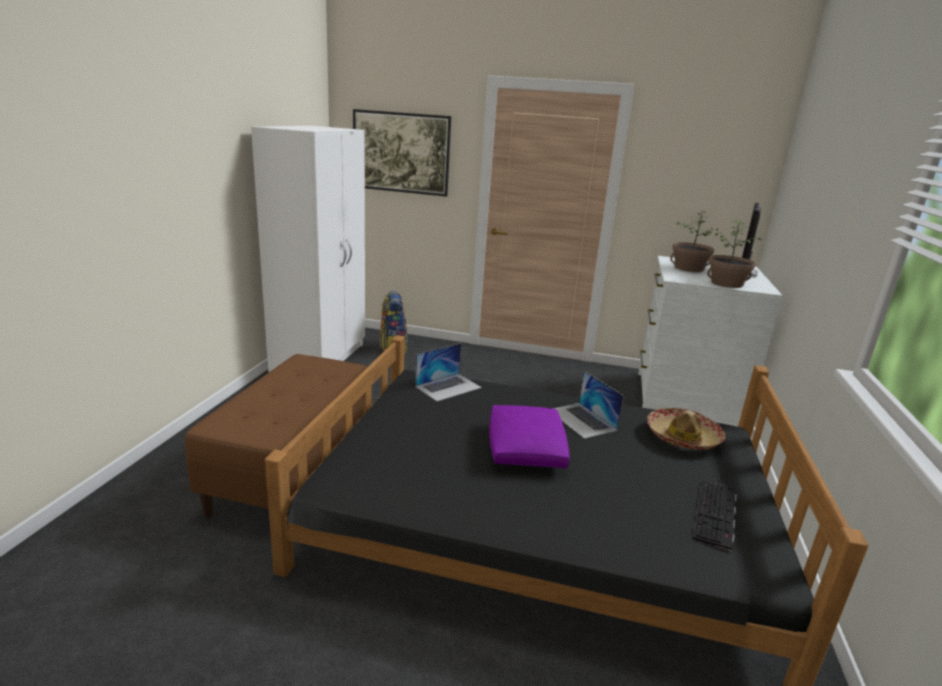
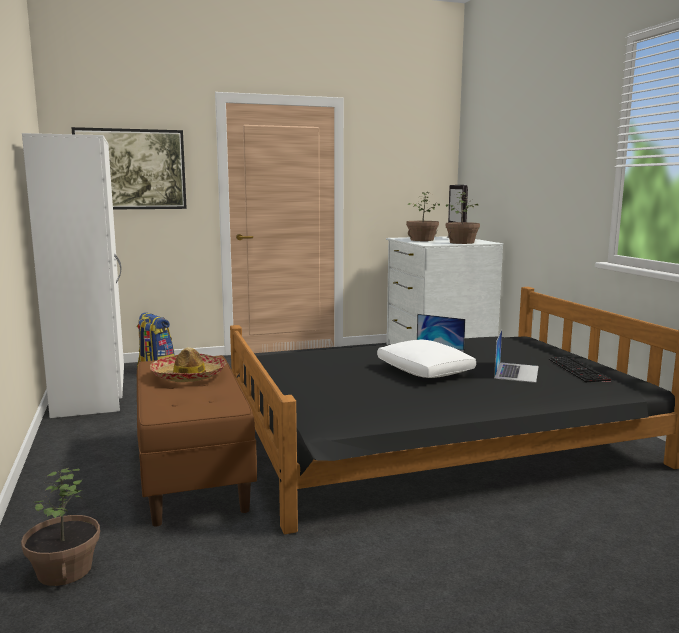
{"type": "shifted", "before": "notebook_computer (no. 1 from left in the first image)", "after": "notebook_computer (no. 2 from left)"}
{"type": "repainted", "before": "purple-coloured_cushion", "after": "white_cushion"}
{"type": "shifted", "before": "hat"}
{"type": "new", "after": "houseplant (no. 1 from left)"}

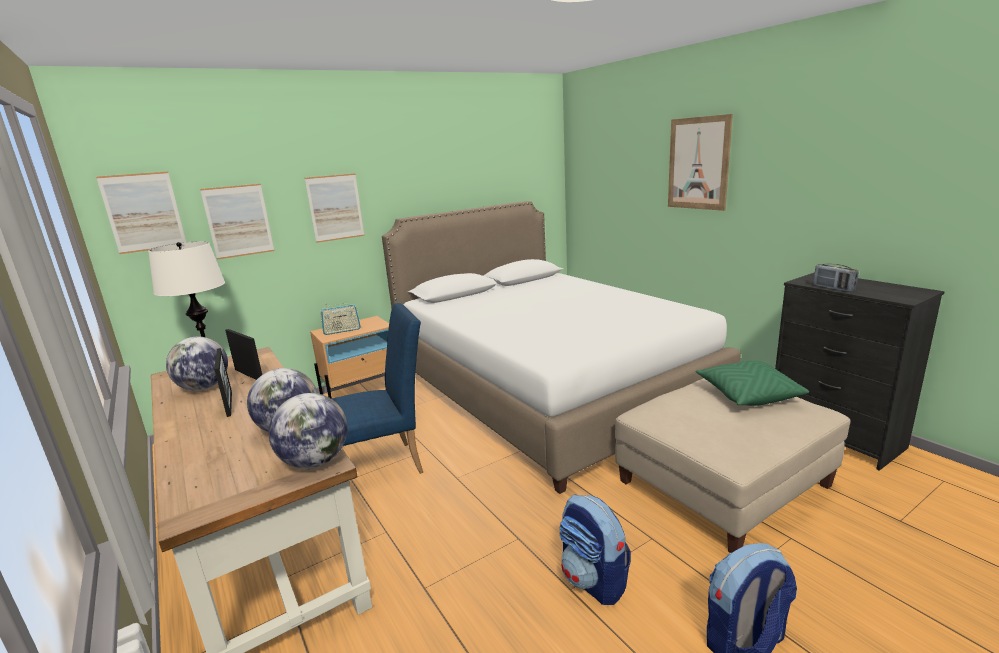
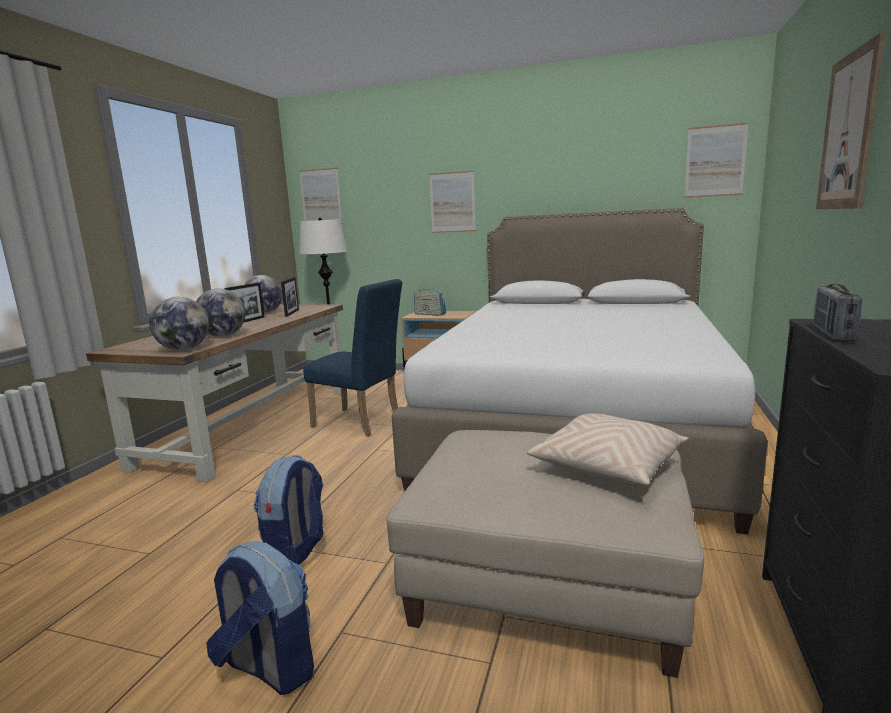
{"type": "shifted", "before": "picture (no. 2 from left in the first image)", "after": "picture (no. 3 from left)"}
{"type": "repainted", "before": "green-coloured_cushion", "after": "beige_cushion"}

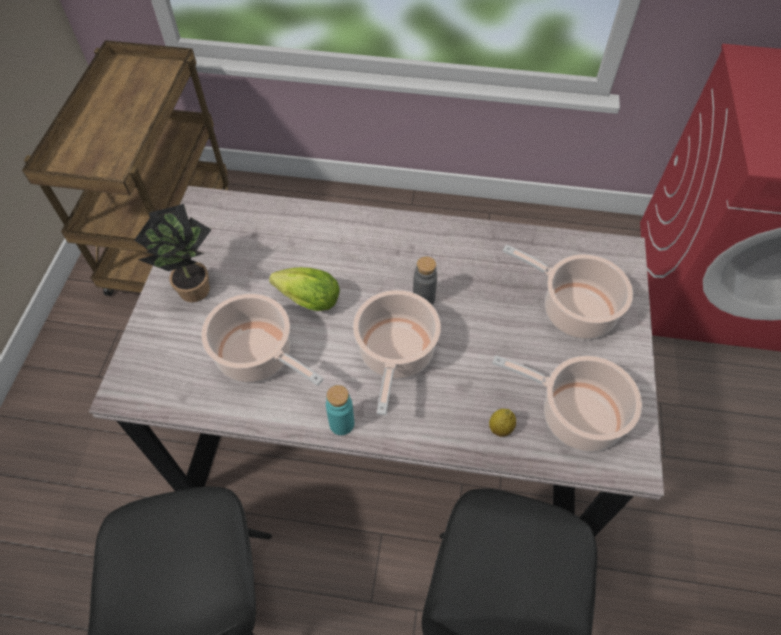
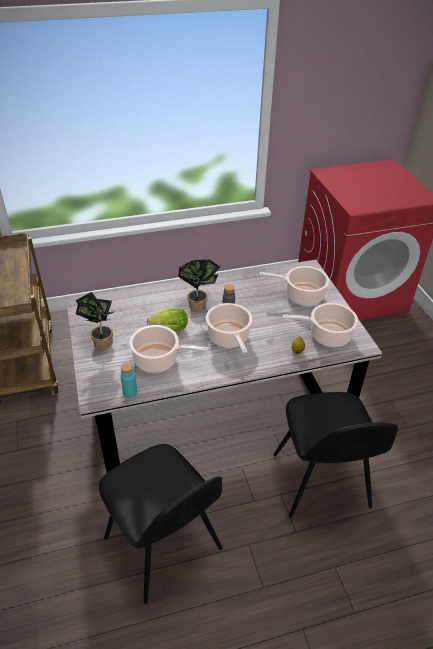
{"type": "shifted", "before": "blue-green_drink_bottle"}
{"type": "new", "after": "houseplant (no. 2 from left)"}

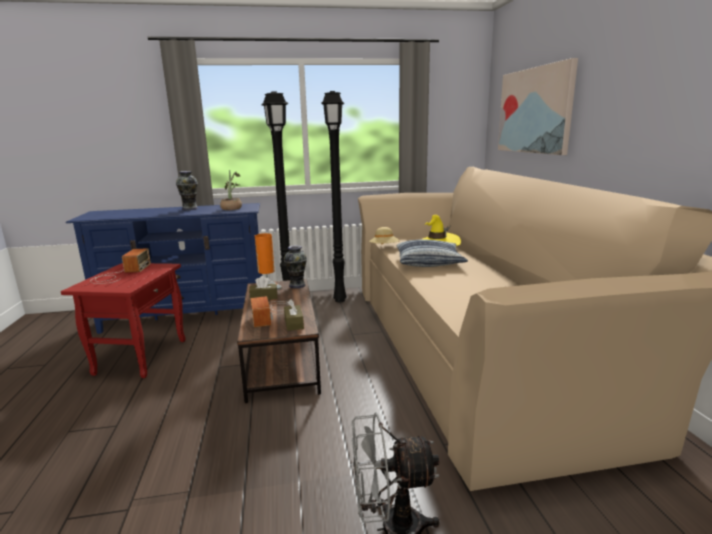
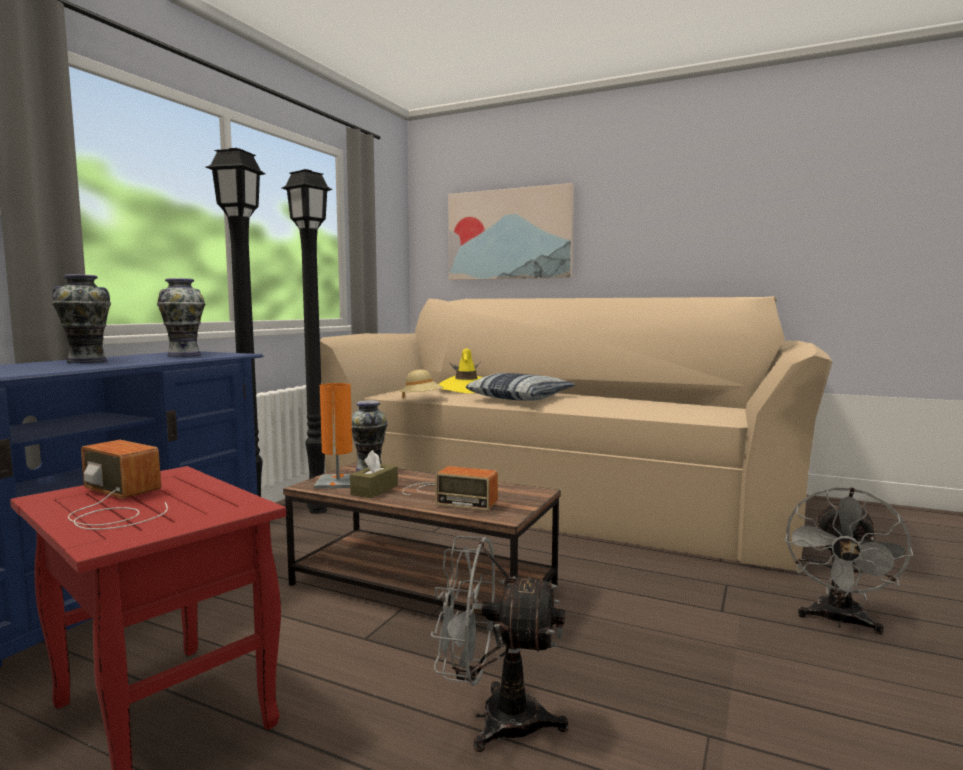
{"type": "swapped", "before": "houseplant", "after": "decorative_vase (no. 2 from left)"}
{"type": "gone", "before": "brown_tissue_holder (no. 2 from left)"}
{"type": "new", "after": "greyish_fan (no. 1 from left)"}

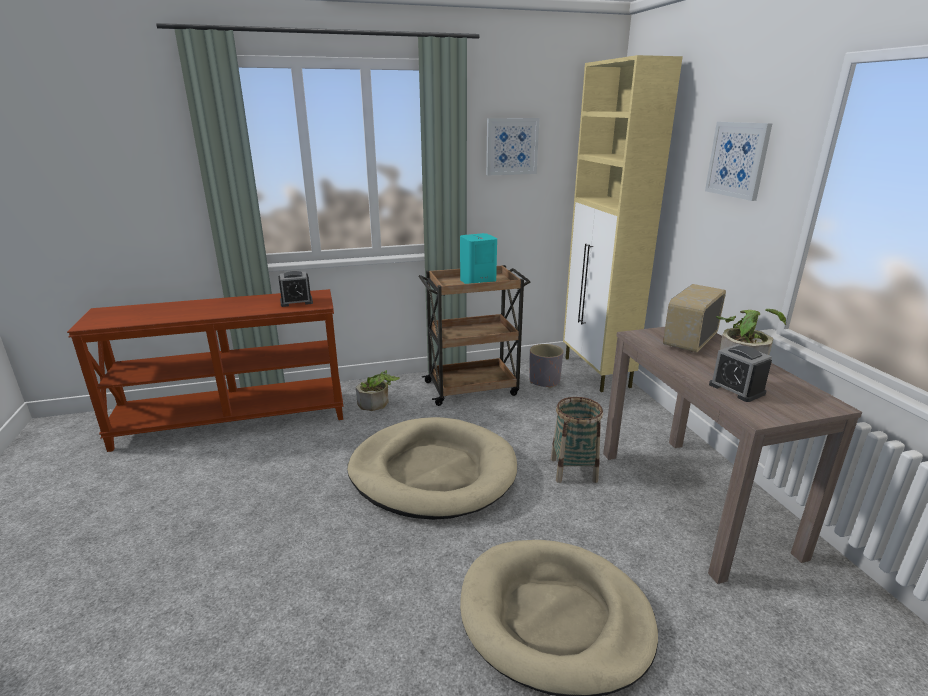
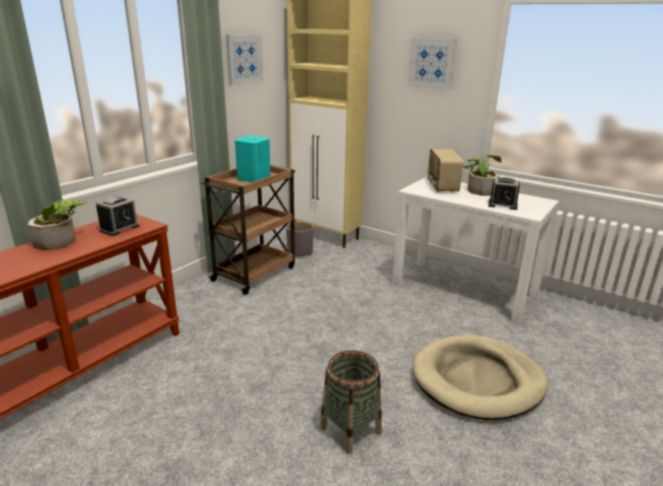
{"type": "gone", "before": "beige_dog_cushion (no. 1 from left)"}
{"type": "shifted", "before": "houseplant (no. 1 from left)"}
{"type": "shifted", "before": "basket"}
{"type": "repainted", "before": "brown_console_table (no. 2 from left)", "after": "white_console_table"}

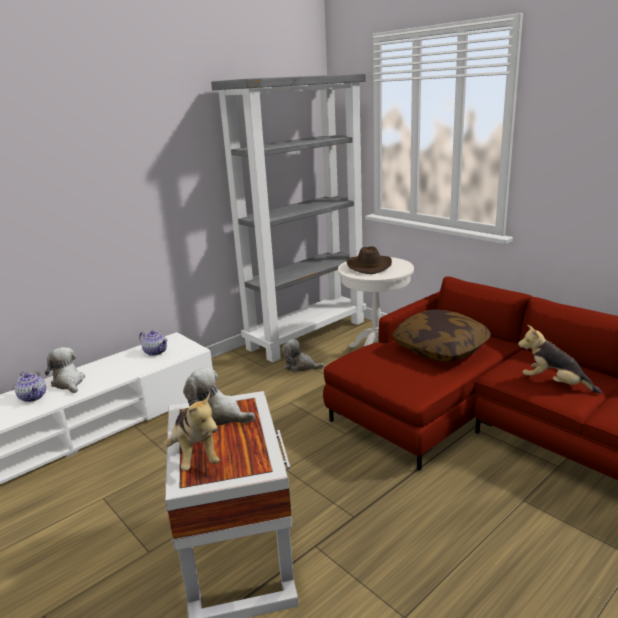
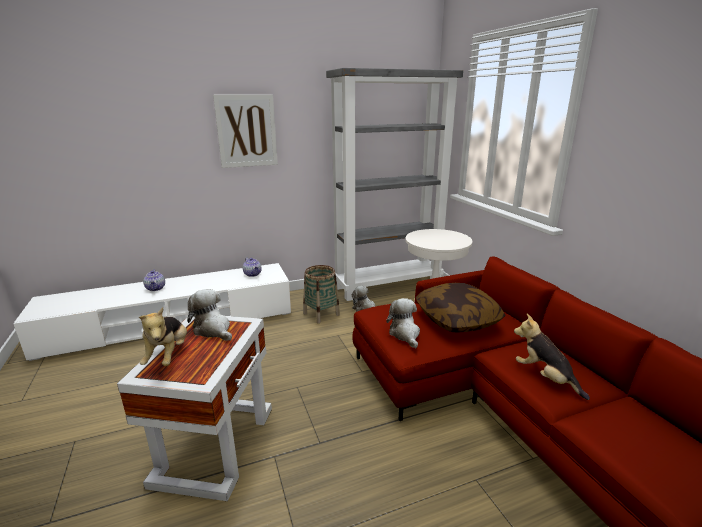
{"type": "shifted", "before": "cuddly_toy (no. 1 from left in the first image)", "after": "cuddly_toy (no. 4 from left)"}
{"type": "gone", "before": "brown_hat"}
{"type": "new", "after": "picture"}
{"type": "new", "after": "basket"}

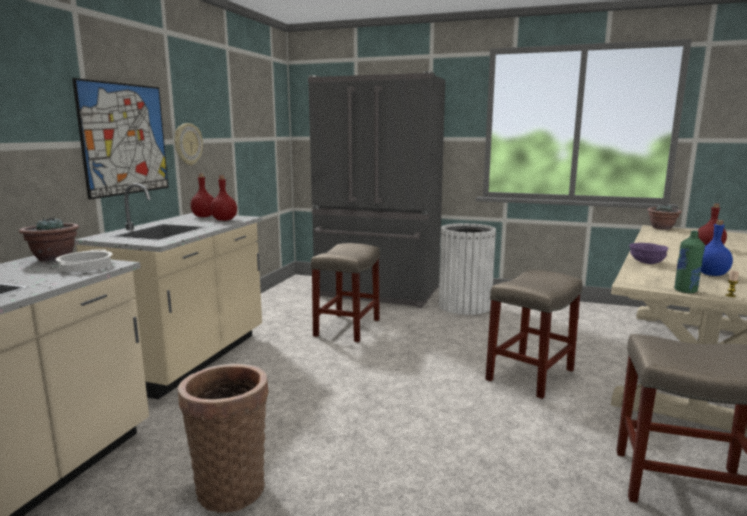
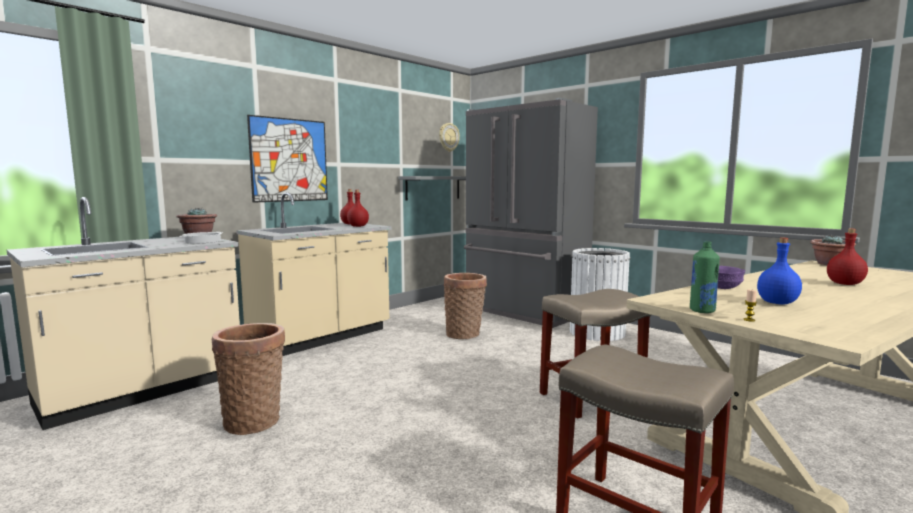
{"type": "shifted", "before": "clock_on_the_wall"}
{"type": "swapped", "before": "beige_stool_seat (no. 1 from left)", "after": "basket (no. 2 from left)"}
{"type": "new", "after": "greyish_shelf"}

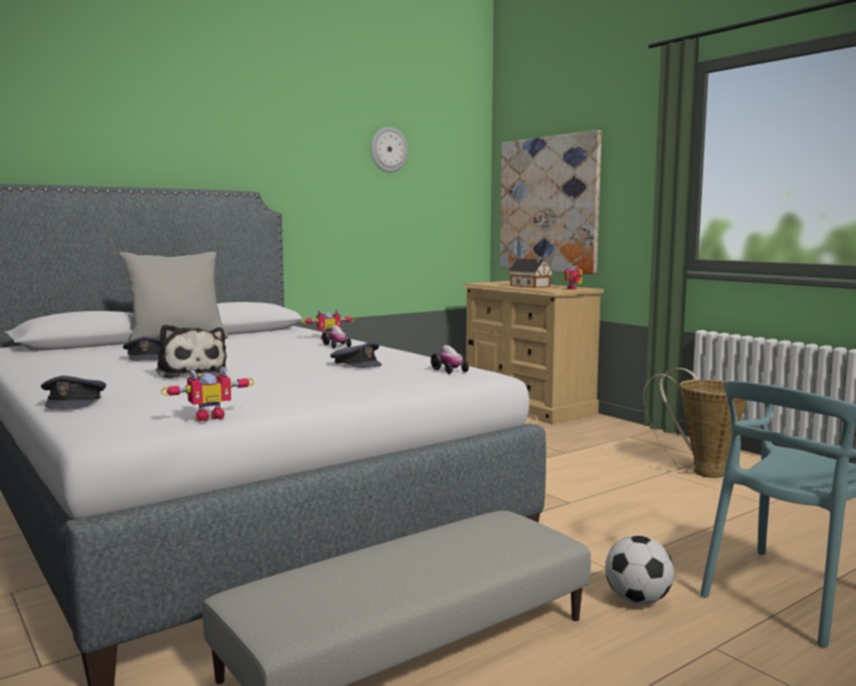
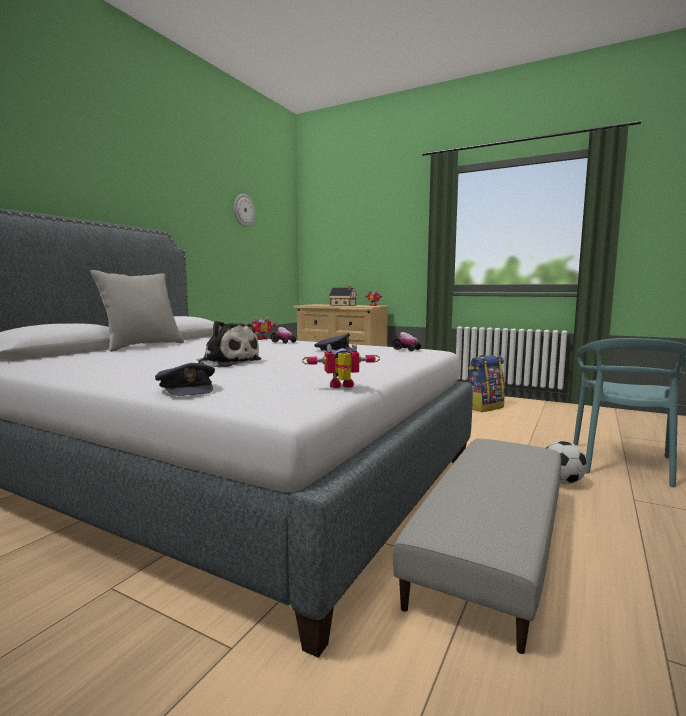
{"type": "gone", "before": "greyish_peaked_cap (no. 2 from left)"}
{"type": "rotated", "before": "model_robot (no. 1 from left in the first image)", "turn": -135}
{"type": "gone", "before": "picture"}
{"type": "swapped", "before": "basket", "after": "rucksack"}

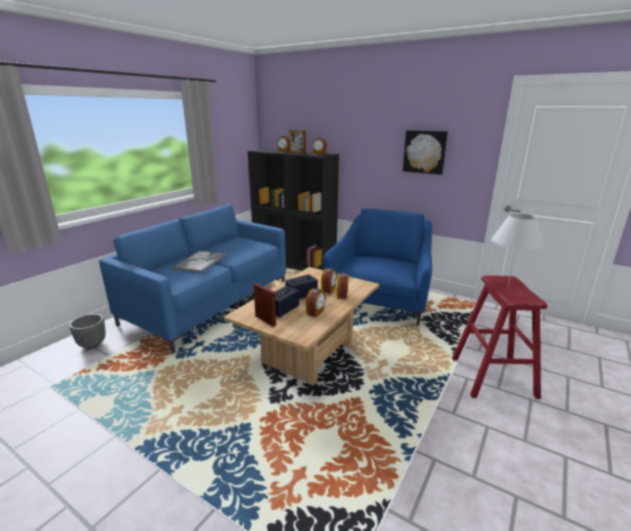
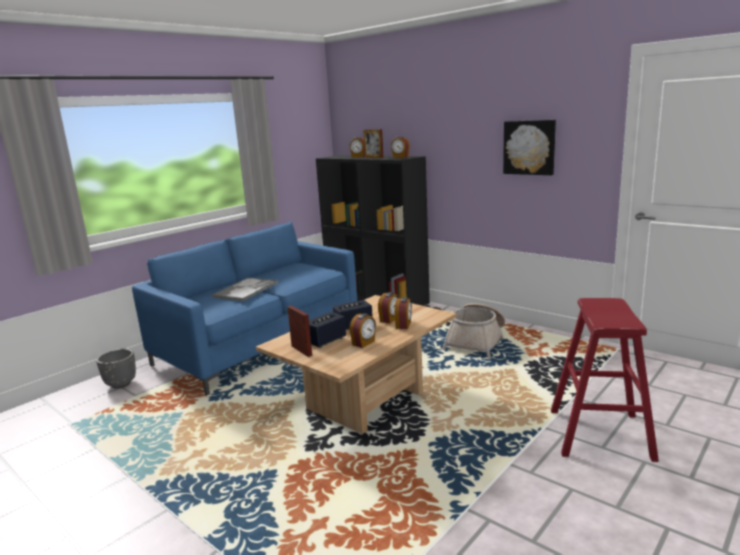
{"type": "swapped", "before": "blue-coloured_easy_chair", "after": "basket"}
{"type": "gone", "before": "white_lamp_for_a_table"}

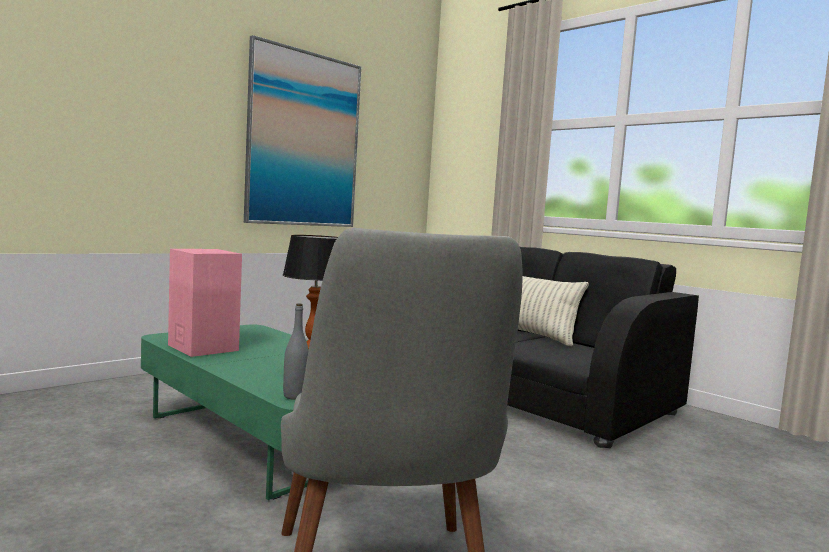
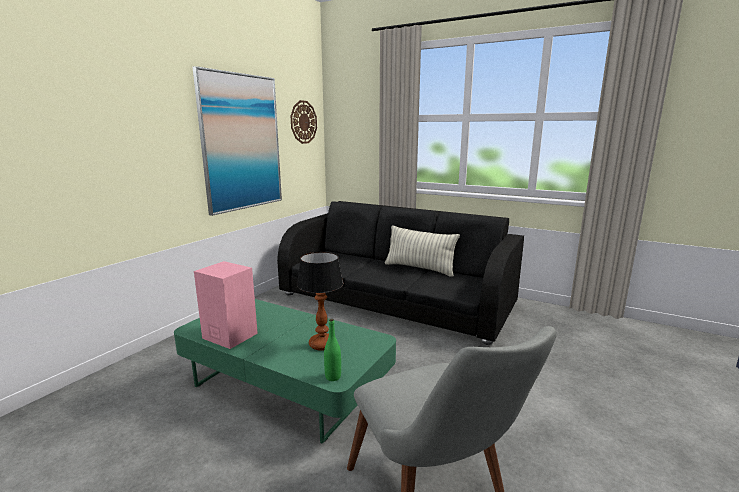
{"type": "repainted", "before": "greyish_drink_bottle", "after": "green-coloured_drink_bottle"}
{"type": "new", "after": "clock_on_the_wall"}

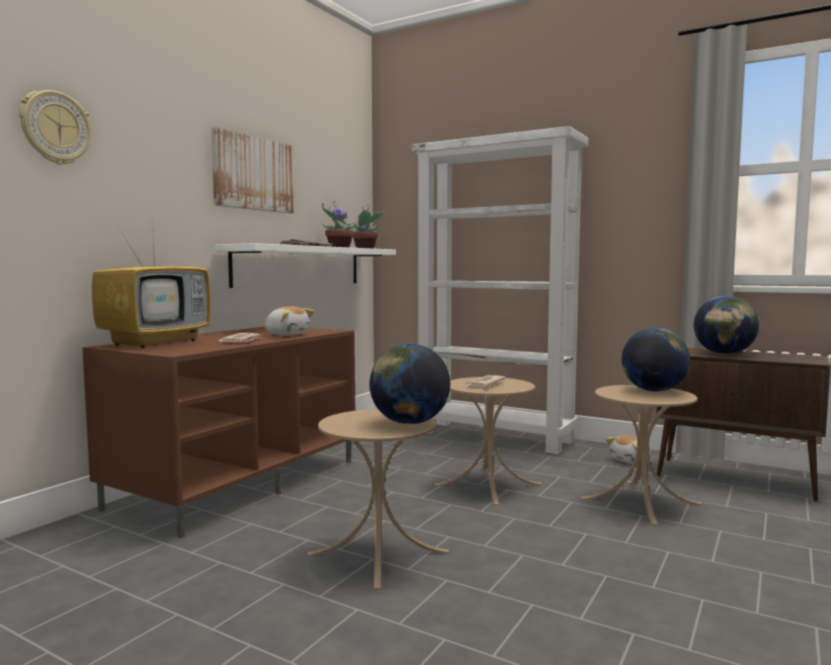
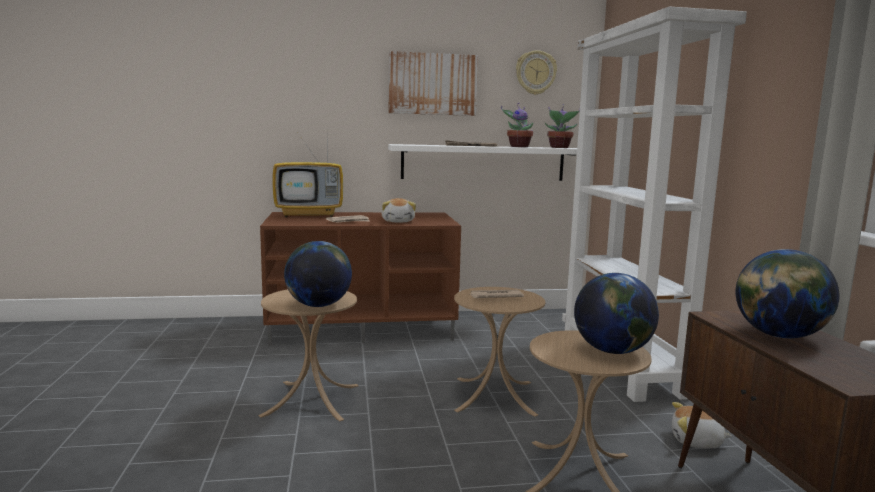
{"type": "shifted", "before": "clock_on_the_wall"}

